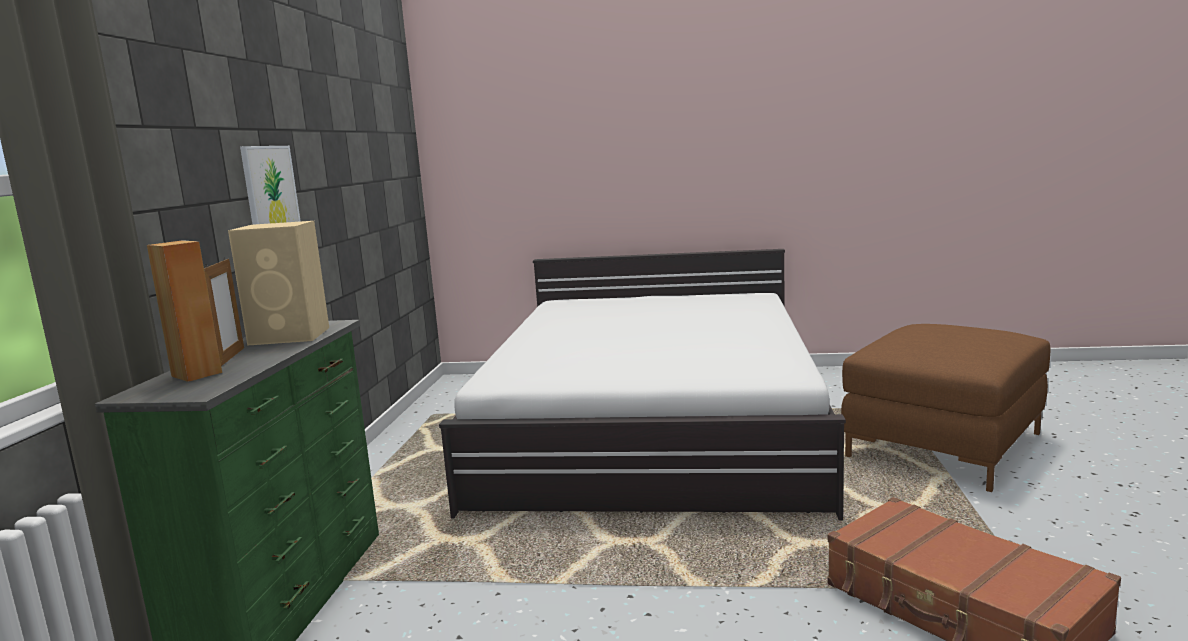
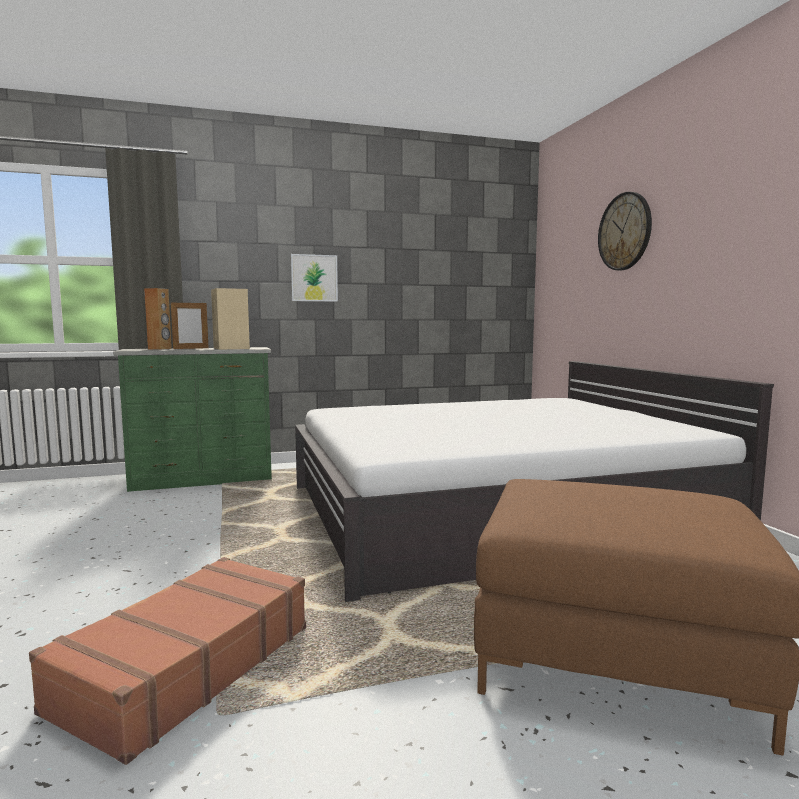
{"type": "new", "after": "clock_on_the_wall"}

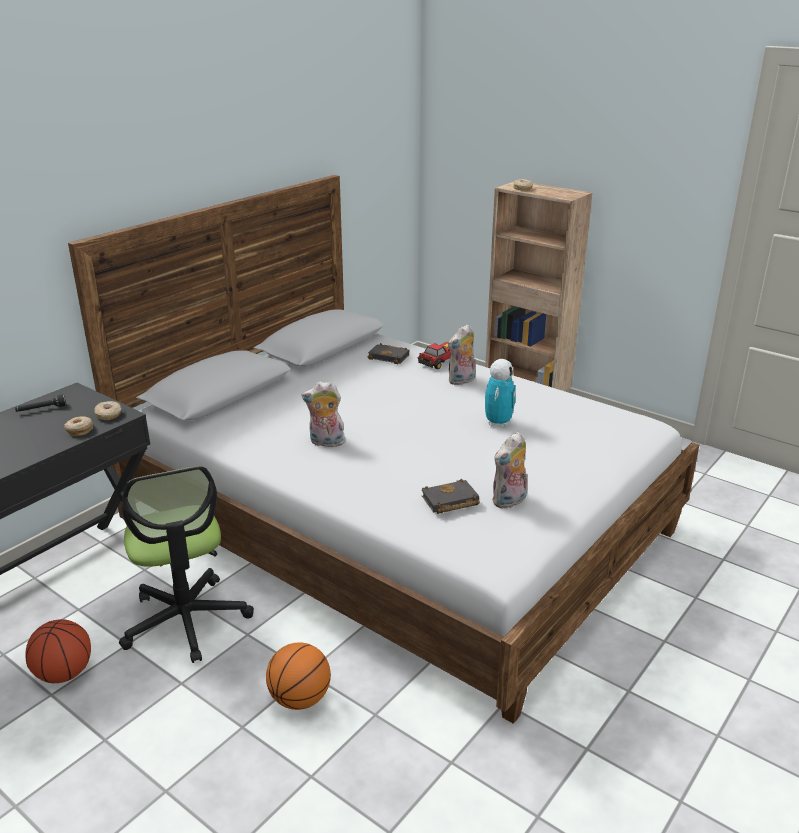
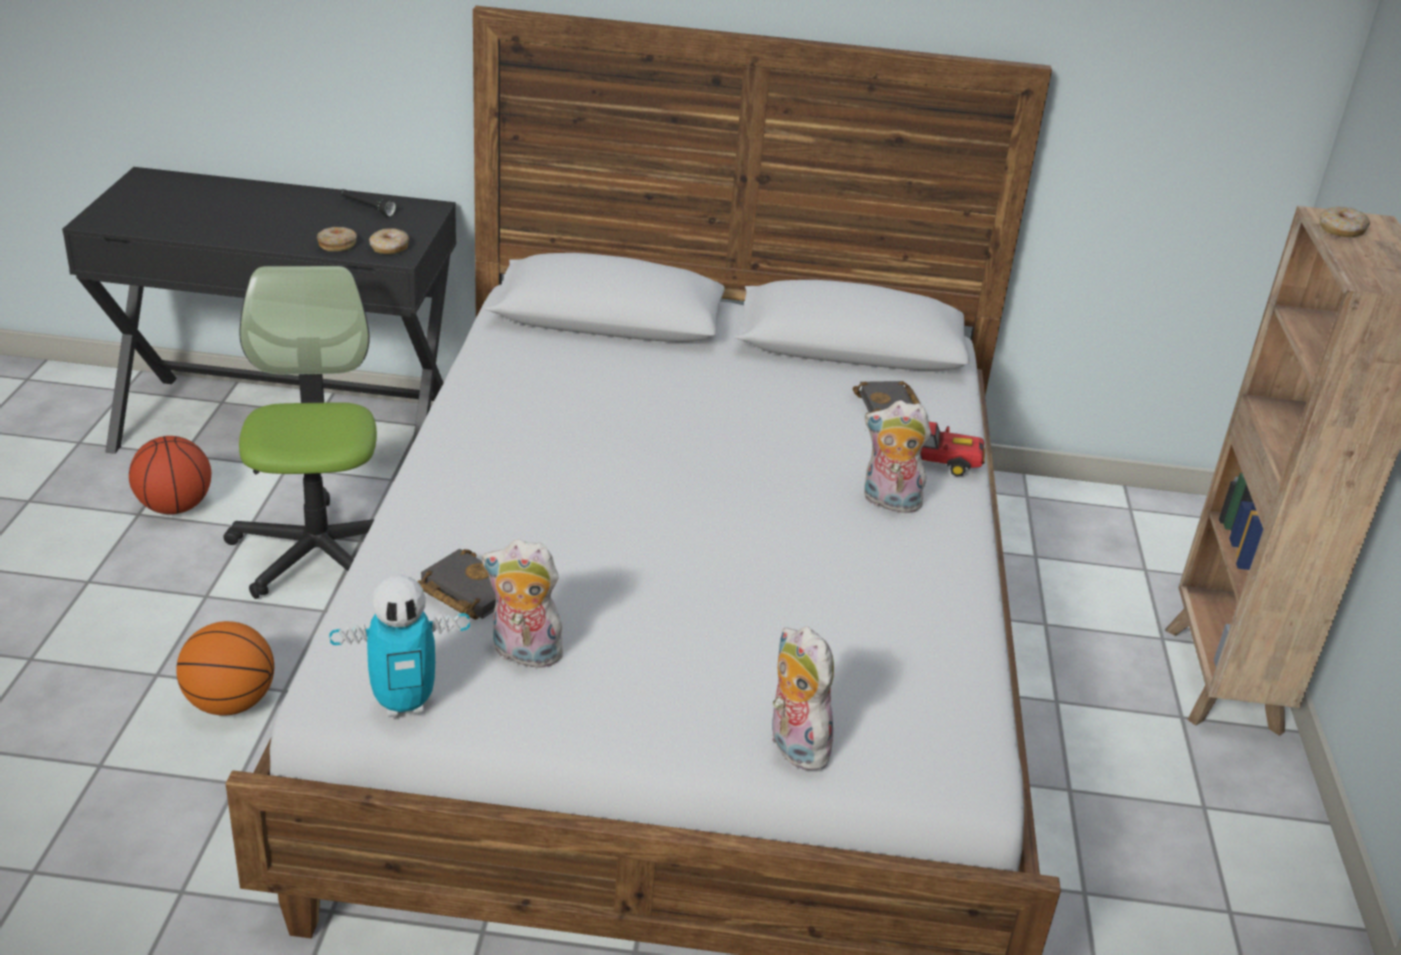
{"type": "rotated", "before": "computer_chair", "turn": 135}
{"type": "shifted", "before": "cuddly_toy (no. 1 from left in the first image)", "after": "cuddly_toy (no. 2 from left)"}
{"type": "shifted", "before": "model_robot"}

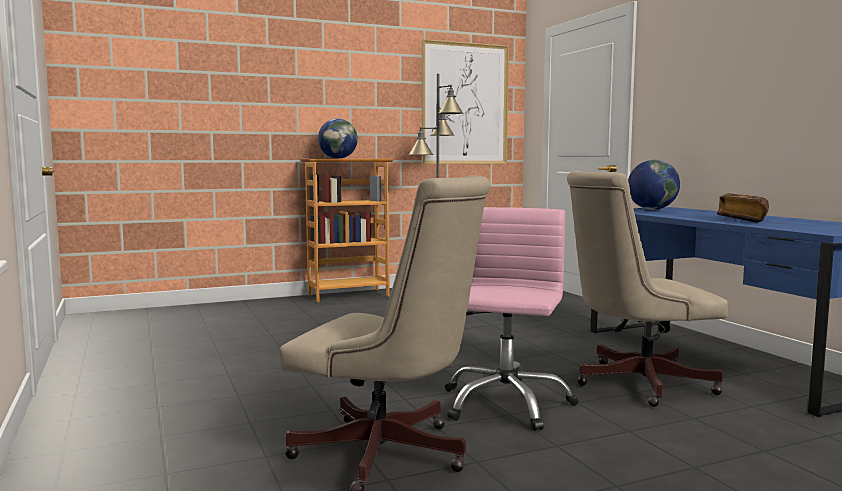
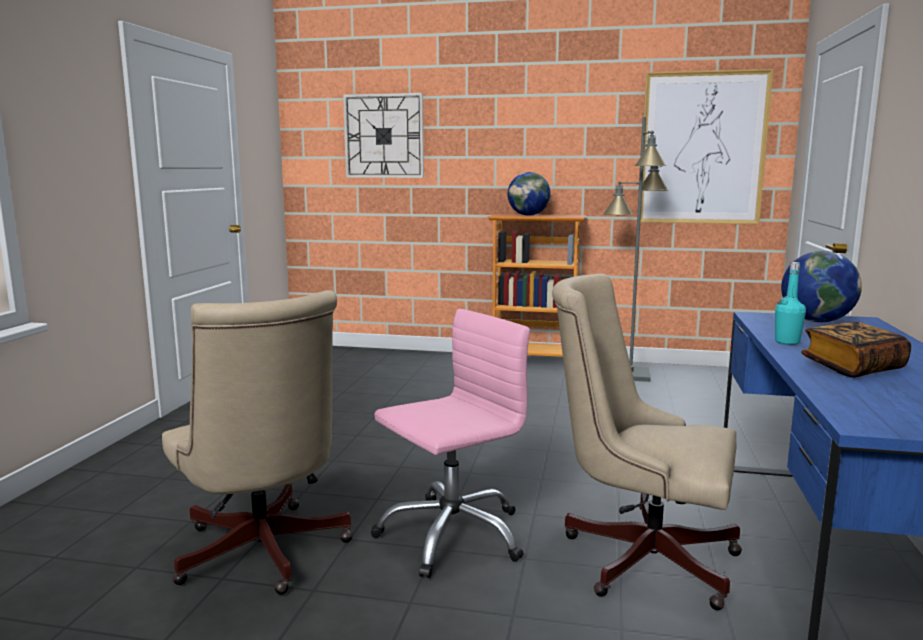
{"type": "new", "after": "clock_on_the_wall"}
{"type": "new", "after": "blue-green_drink_bottle"}

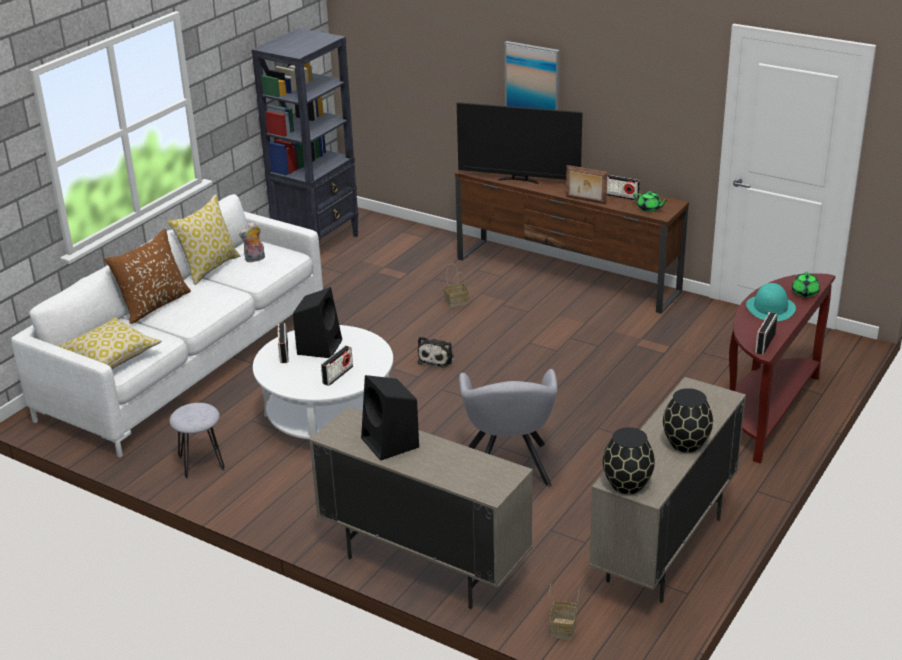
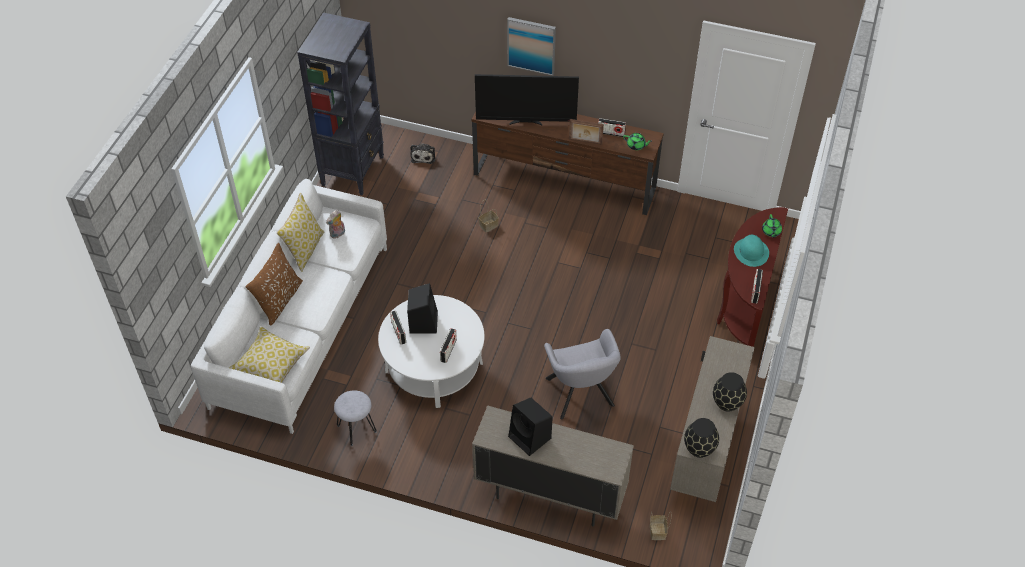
{"type": "shifted", "before": "cuddly_toy (no. 2 from left)"}

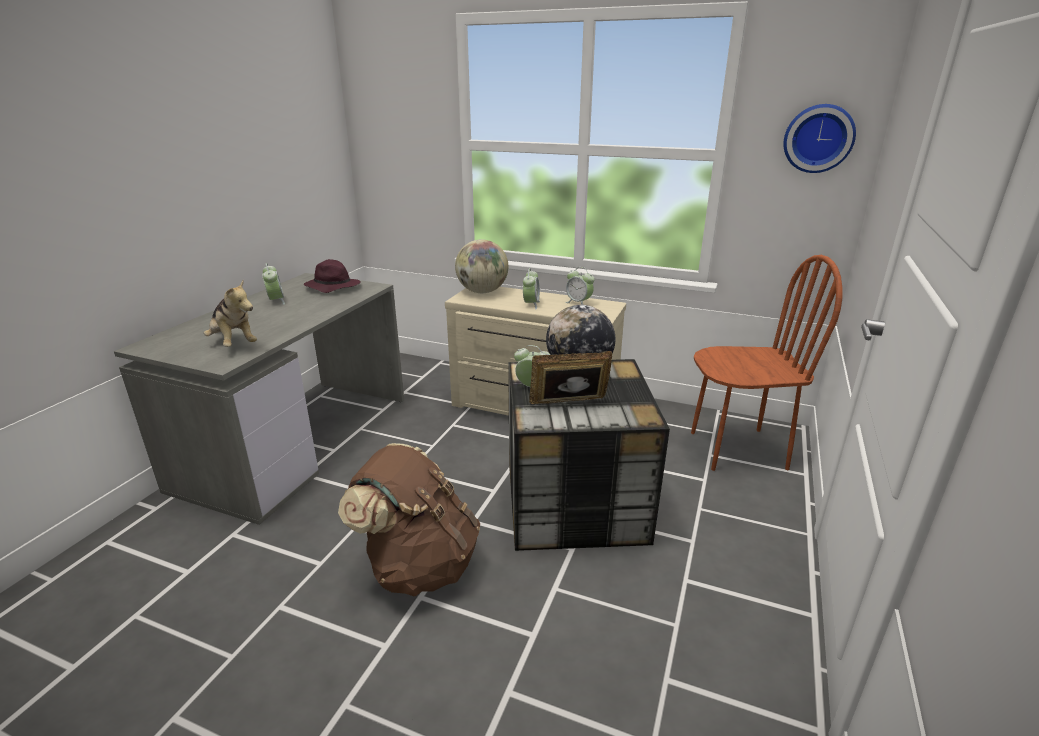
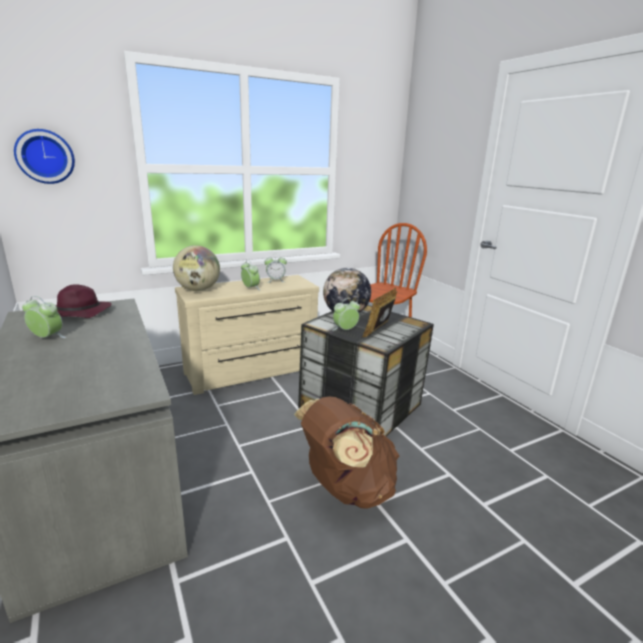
{"type": "gone", "before": "cuddly_toy"}
{"type": "shifted", "before": "clock_on_the_wall"}

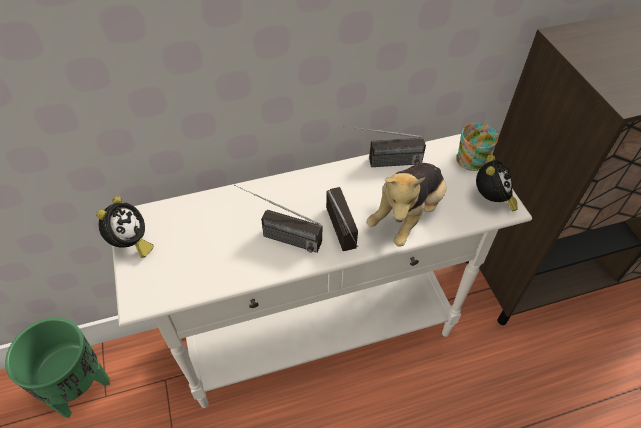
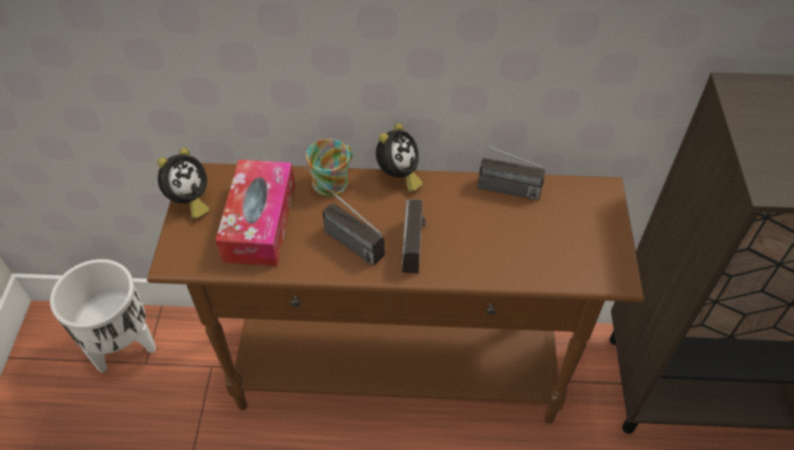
{"type": "repainted", "before": "green-coloured_flower_pot", "after": "white_flower_pot"}
{"type": "repainted", "before": "white_console_table", "after": "brown_console_table"}
{"type": "gone", "before": "cuddly_toy"}
{"type": "shifted", "before": "coffee_mug"}
{"type": "shifted", "before": "table_clock (no. 2 from left)"}
{"type": "new", "after": "tissue_holder"}

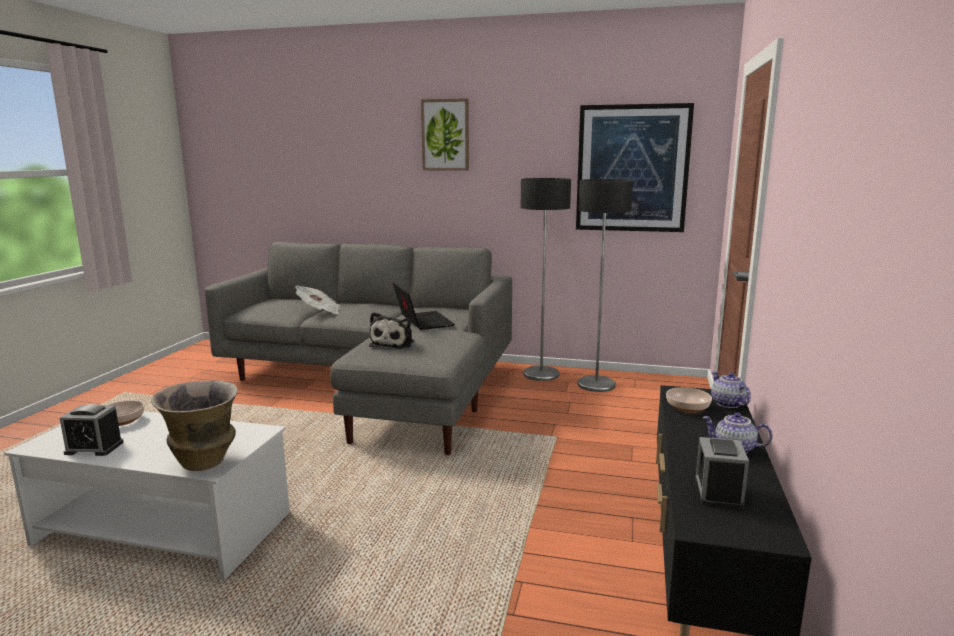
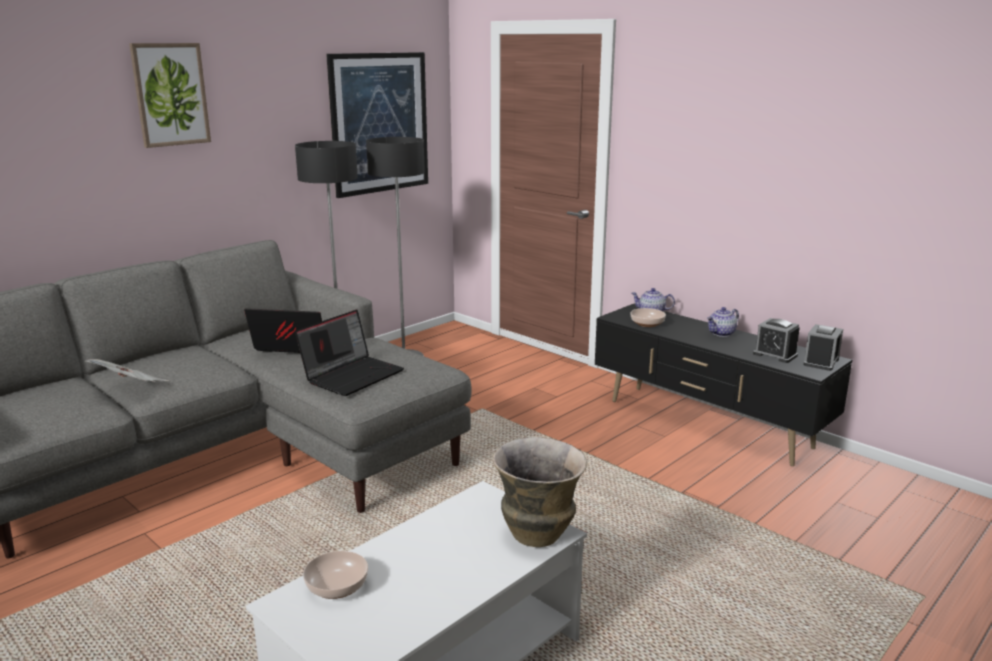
{"type": "shifted", "before": "table_clock (no. 1 from left in the first image)", "after": "table_clock (no. 2 from left)"}
{"type": "swapped", "before": "cuddly_toy", "after": "notebook_computer (no. 2 from left)"}

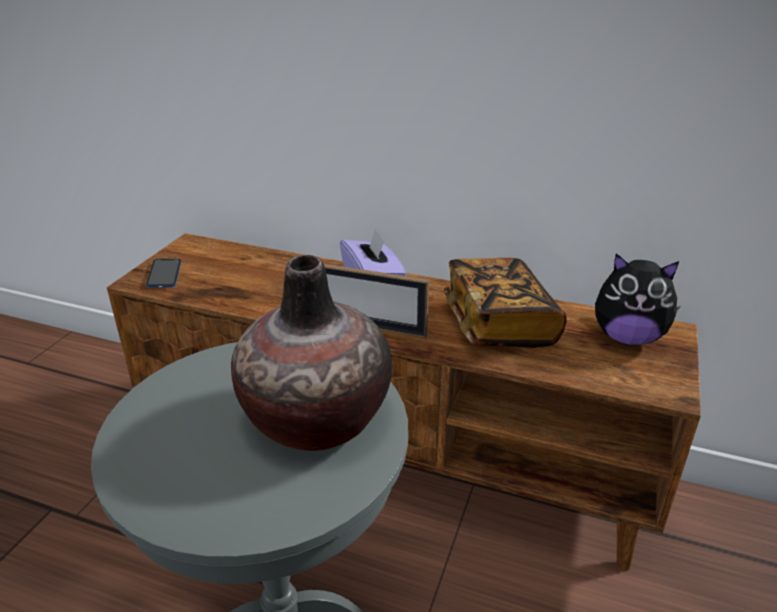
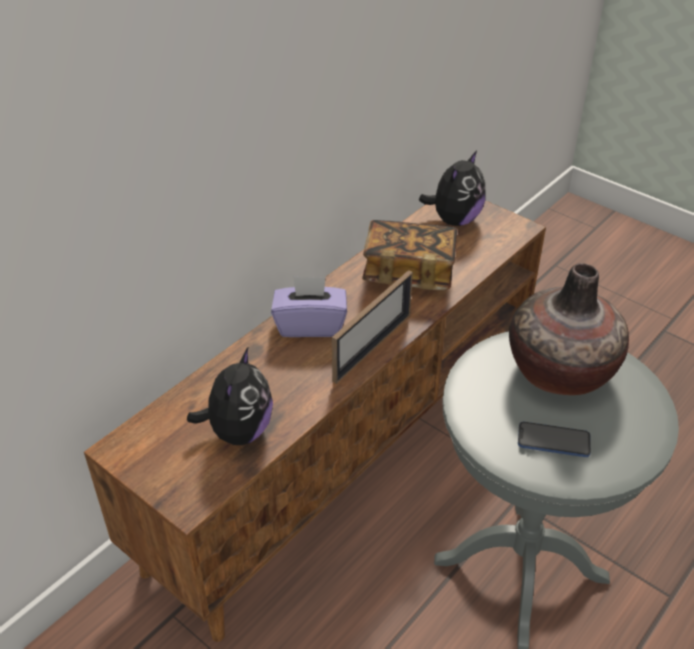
{"type": "shifted", "before": "phone"}
{"type": "new", "after": "cuddly_toy (no. 1 from left)"}

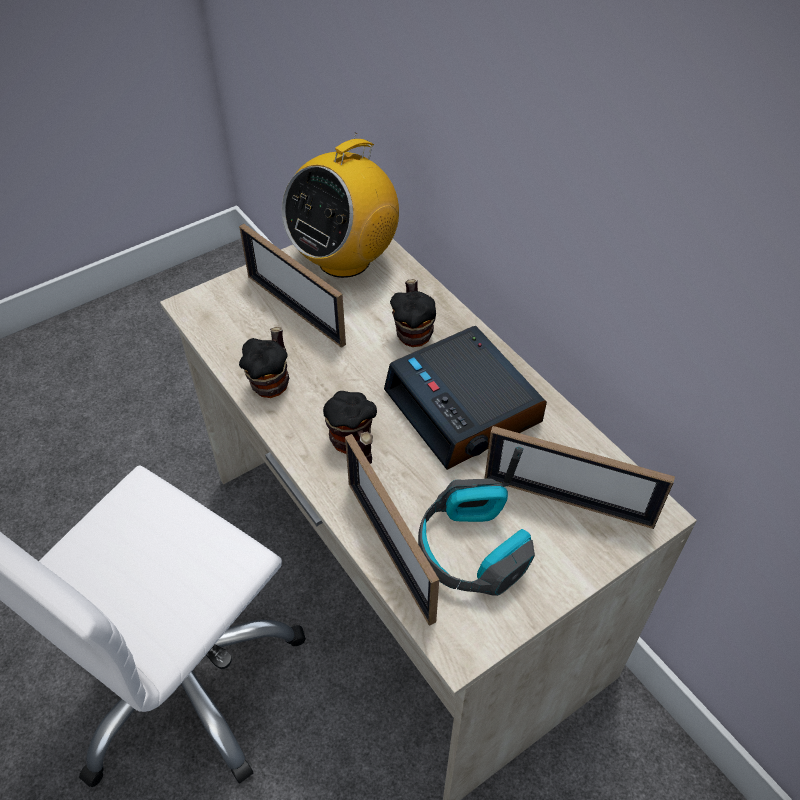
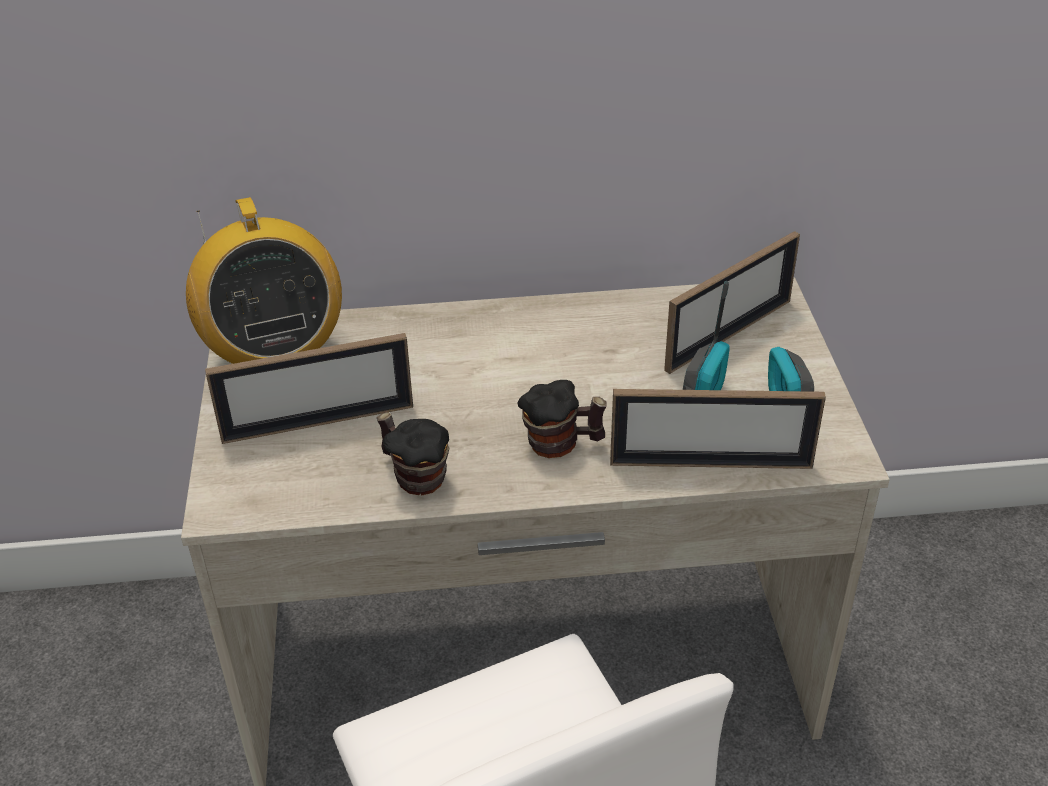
{"type": "gone", "before": "table_clock"}
{"type": "gone", "before": "coffee_mug (no. 3 from left)"}

